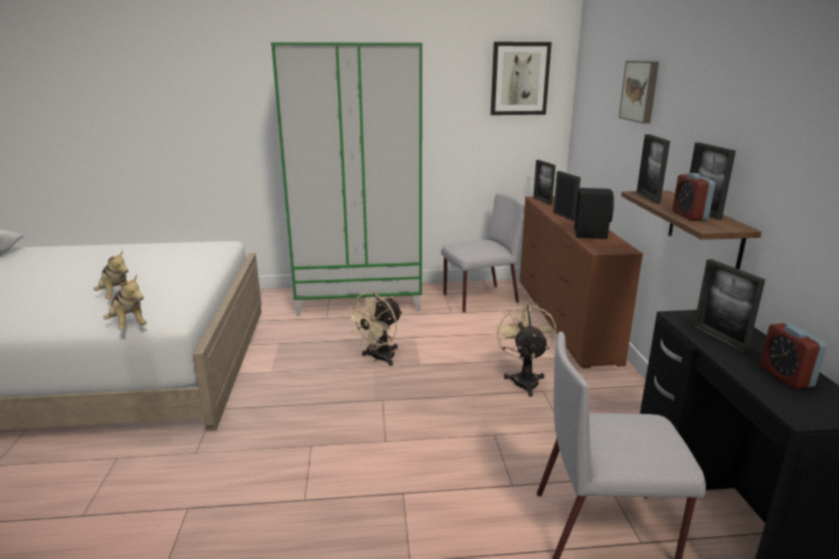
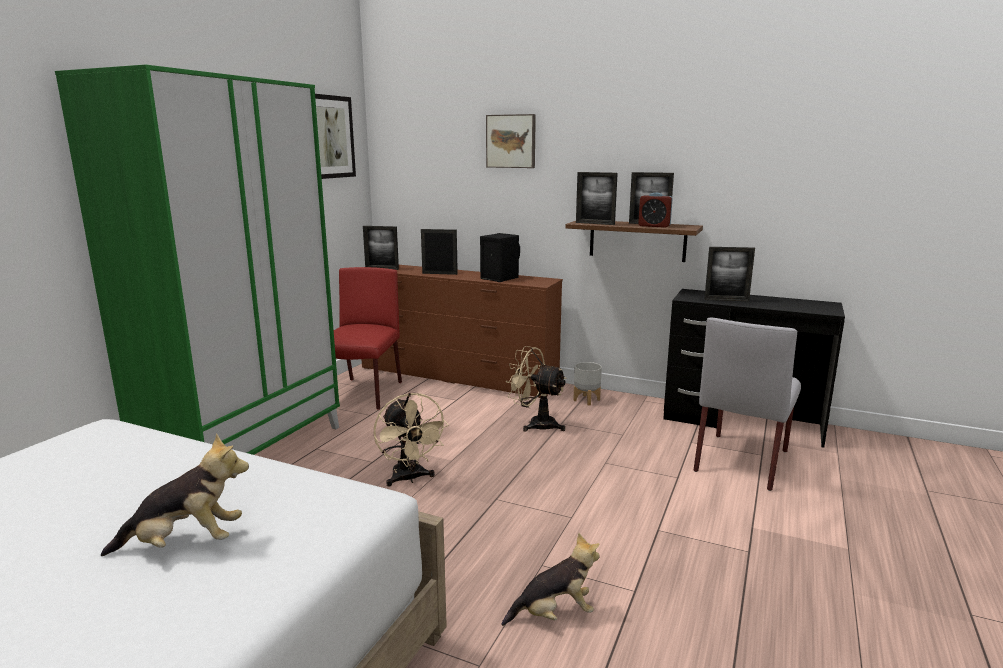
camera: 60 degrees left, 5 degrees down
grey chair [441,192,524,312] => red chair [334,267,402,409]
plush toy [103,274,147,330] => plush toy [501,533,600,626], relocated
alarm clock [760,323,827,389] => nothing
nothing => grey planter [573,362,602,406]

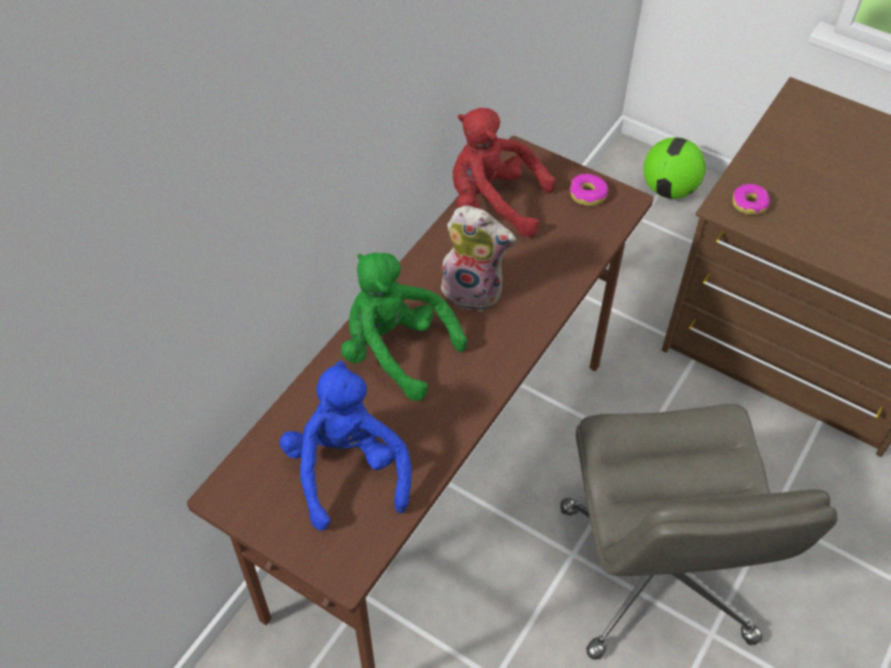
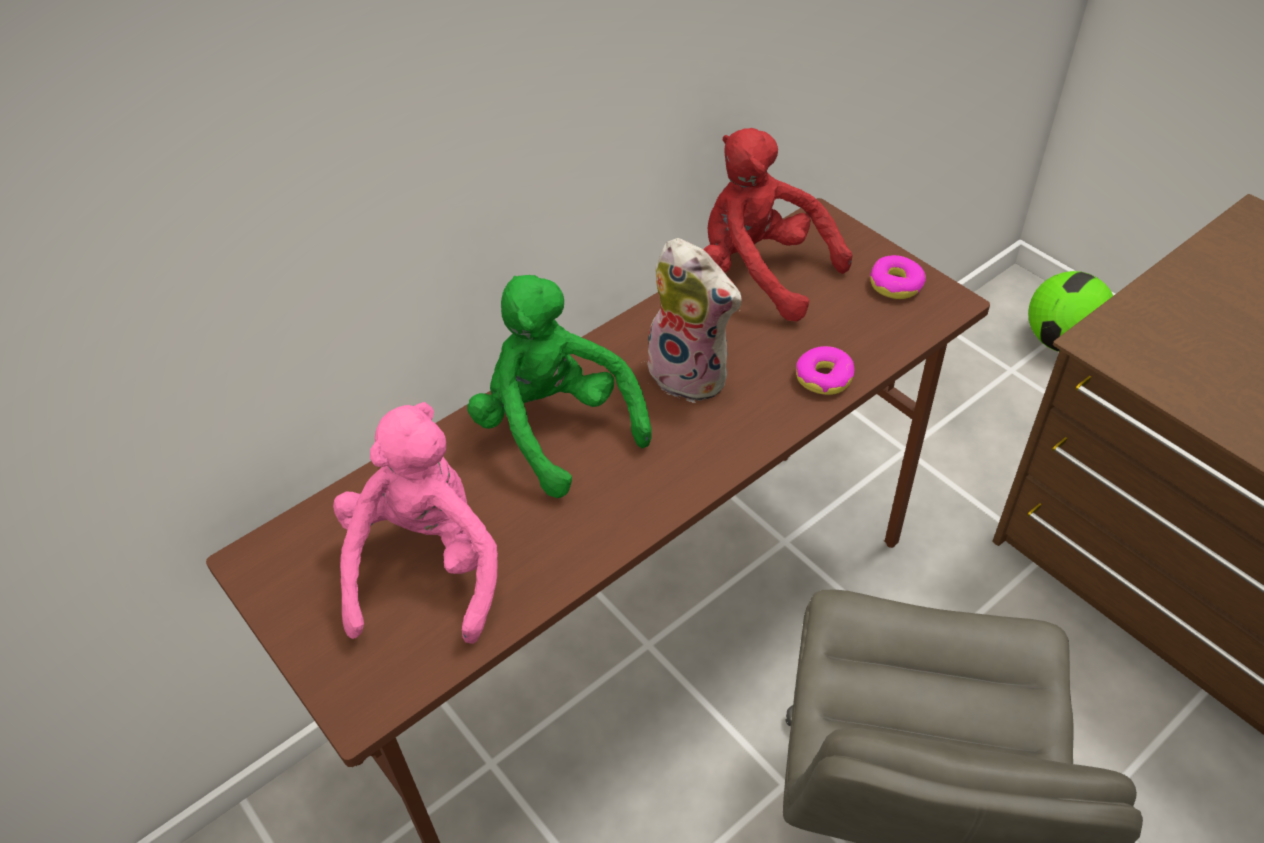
camera: 20 degrees right, 5 degrees down
donut [732,184,770,215] => donut [796,346,855,395], relocated
blue plush toy [280,360,412,531] => pink plush toy [333,402,498,644]

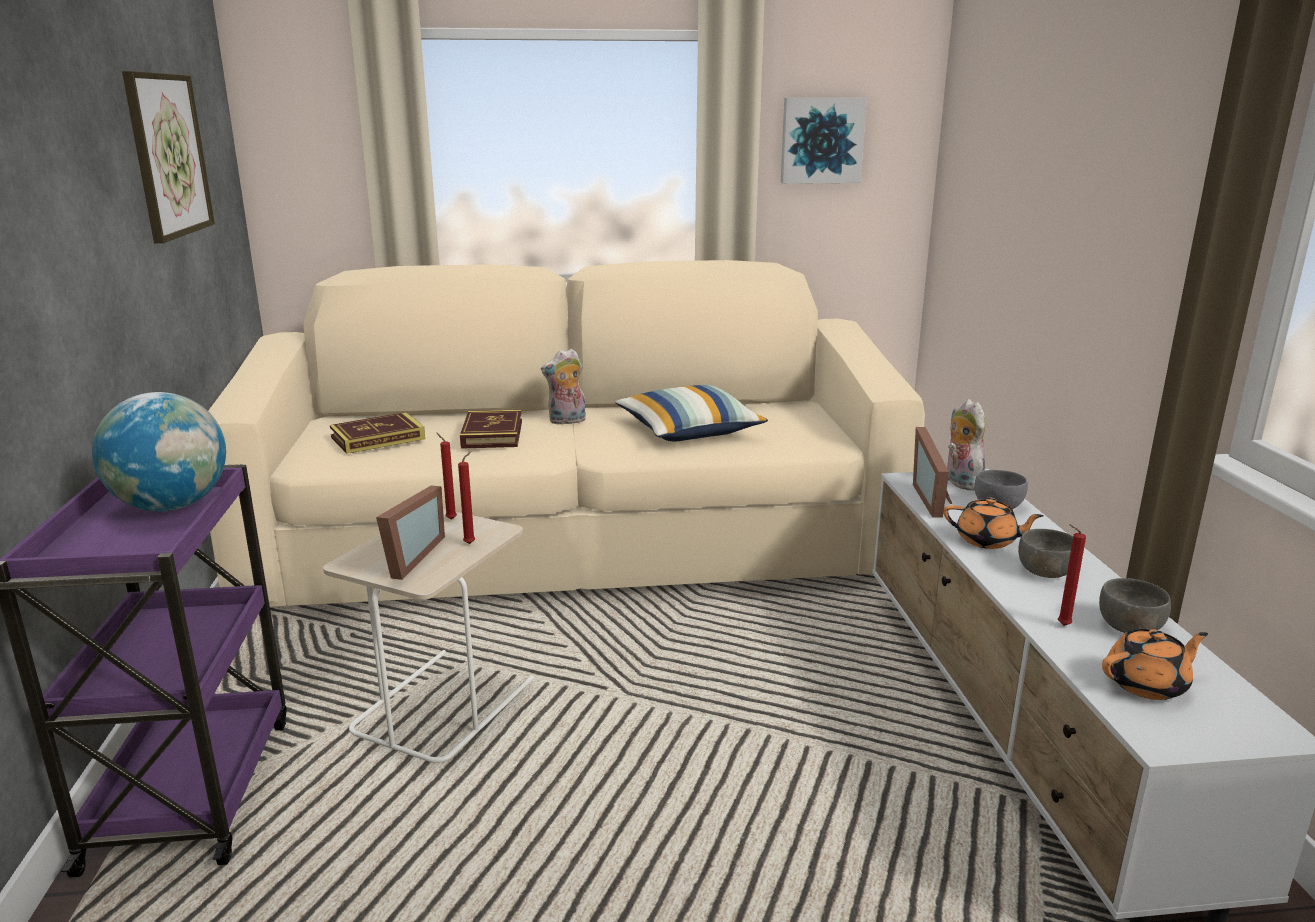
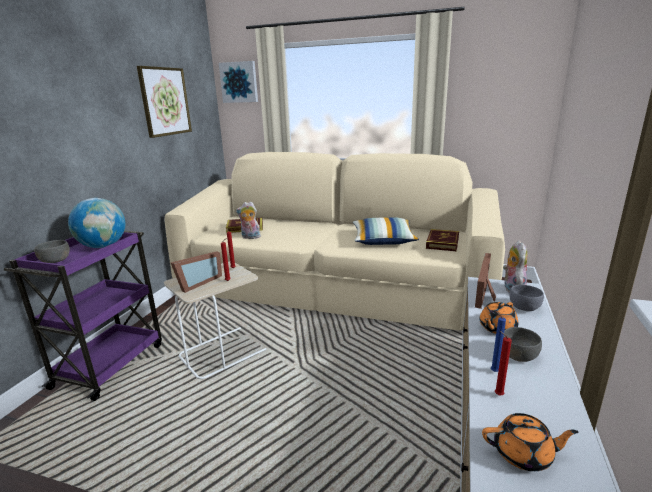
camera: 25 degrees right, 0 degrees up
picture [781,98,867,184] => picture [219,61,258,103], relocated
plush toy [541,349,586,425] => plush toy [236,202,262,239], relocated
book [460,410,522,449] => book [426,229,459,251], relocated
orange teapot [944,498,1044,549] => orange teapot [479,302,518,334], 90 degrees clockwise
grey bowl [1099,578,1171,633] => grey bowl [34,240,70,263], relocated
nothing => blue candle [491,311,506,372]

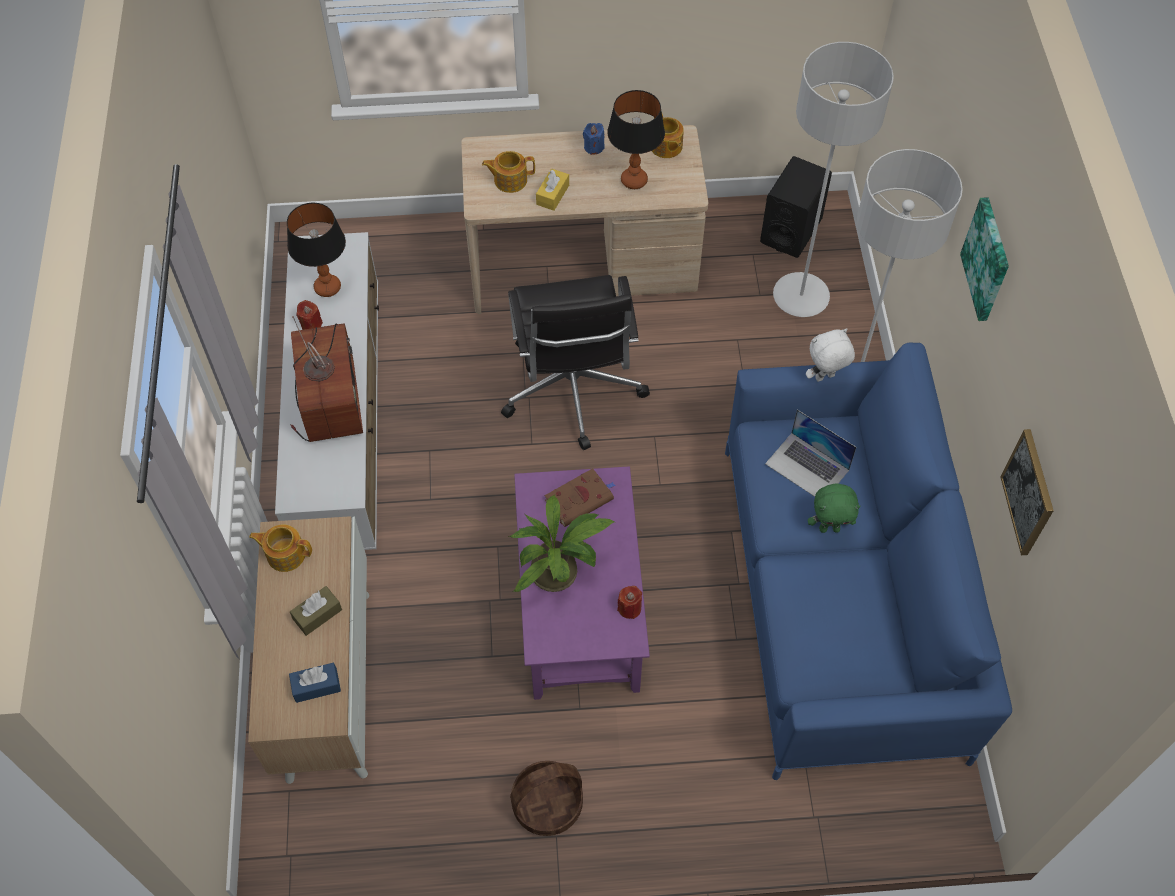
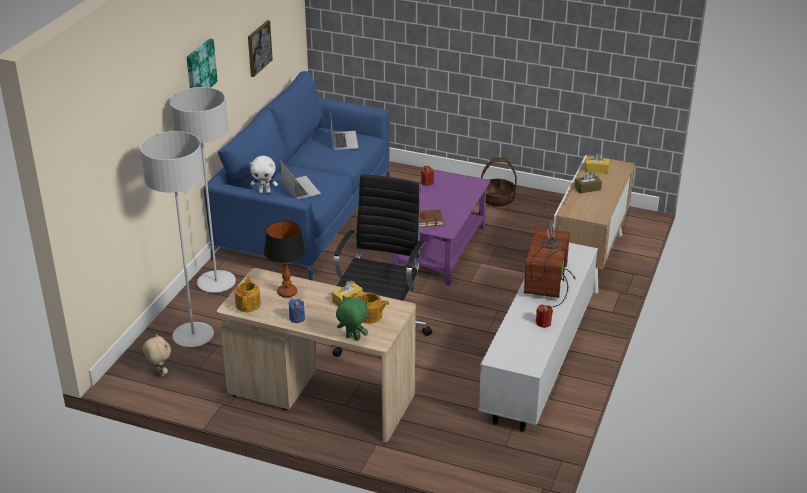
camera: 155 degrees left, 25 degrees down
black speaker [760,156,832,258] => beige plush toy [143,334,171,376]
table lamp [287,203,346,297] => nothing
green plush toy [808,483,861,533] => green plush toy [336,296,368,341], relocated
potted plant [509,495,615,592] => nothing
teapot [249,524,312,572] => nothing
blue tissue box [289,663,341,703] => yellow tissue box [585,153,609,174]
nothing => laptop [330,111,358,150]

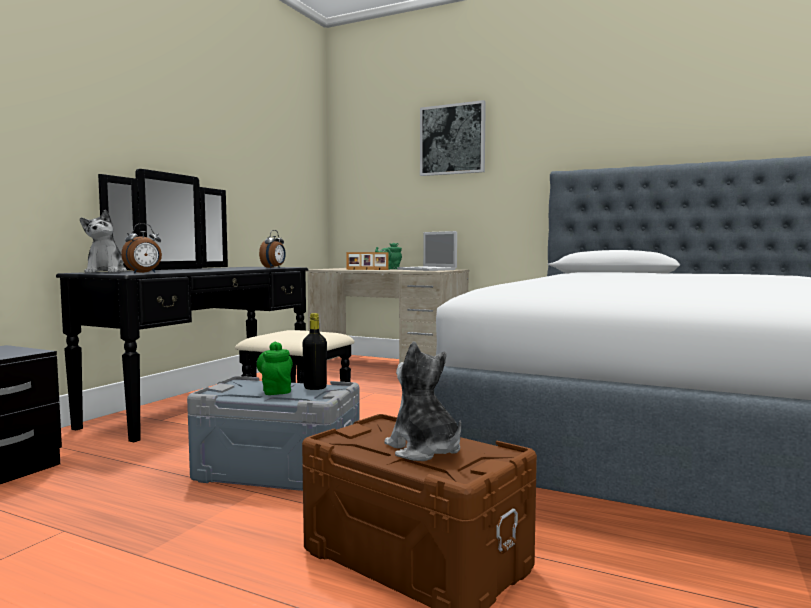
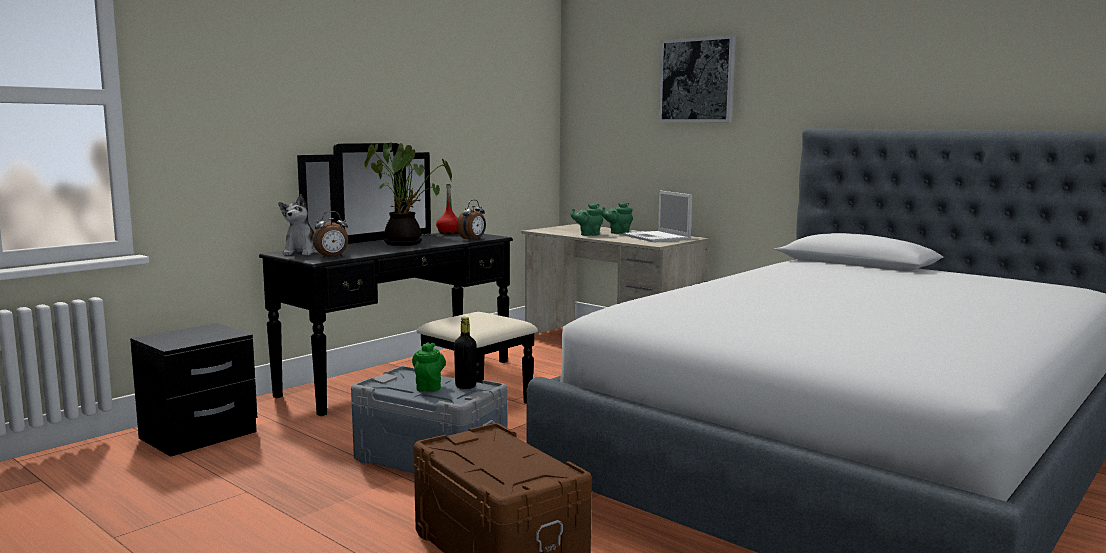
camera: 15 degrees right, 5 degrees up
picture frame [346,252,388,270] => green teapot [570,203,603,236]
plush toy [384,341,461,461] => nothing
nothing => potted plant [364,142,452,246]
nothing => red bottle [436,184,458,234]

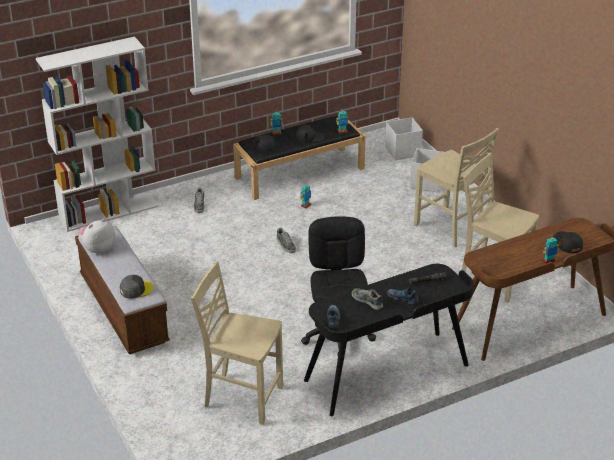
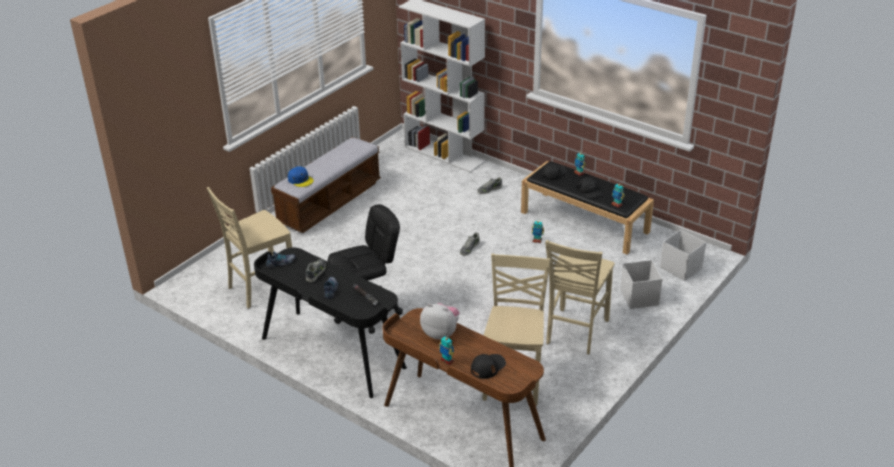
camera: 65 degrees right, 0 degrees up
plush toy [78,219,115,255] => plush toy [420,303,459,339], relocated
beige chair [191,261,283,425] => beige chair [207,187,292,308], 120 degrees counterclockwise
grey cap [120,275,153,299] => blue cap [288,166,314,187]

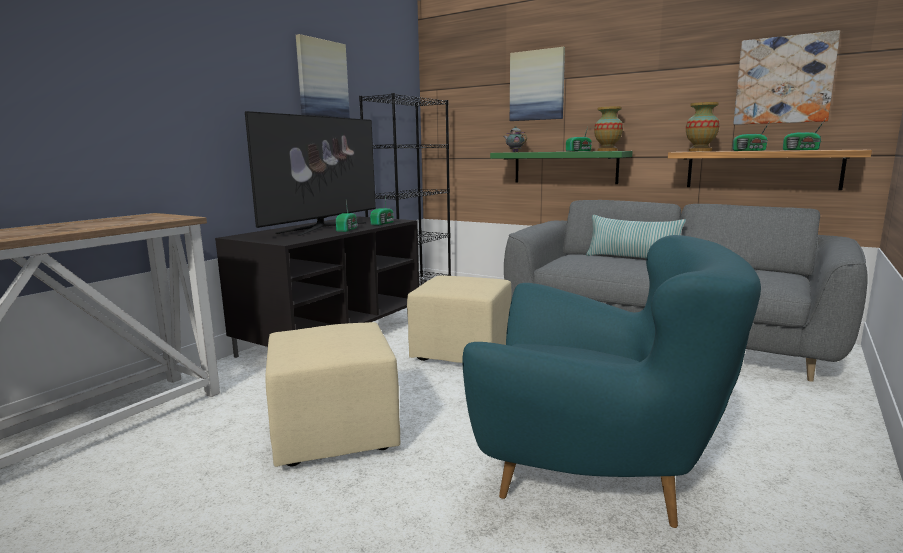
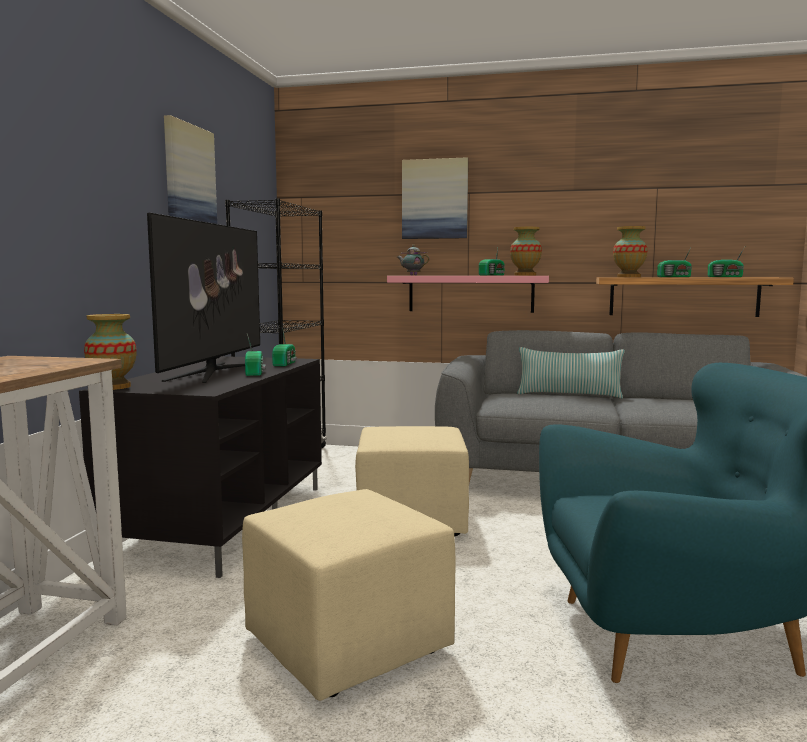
camera: 20 degrees left, 5 degrees down
picture [734,30,840,125] => nothing
green shelf [490,151,632,184] => pink shelf [387,276,549,313]
nothing => vase [84,314,136,390]

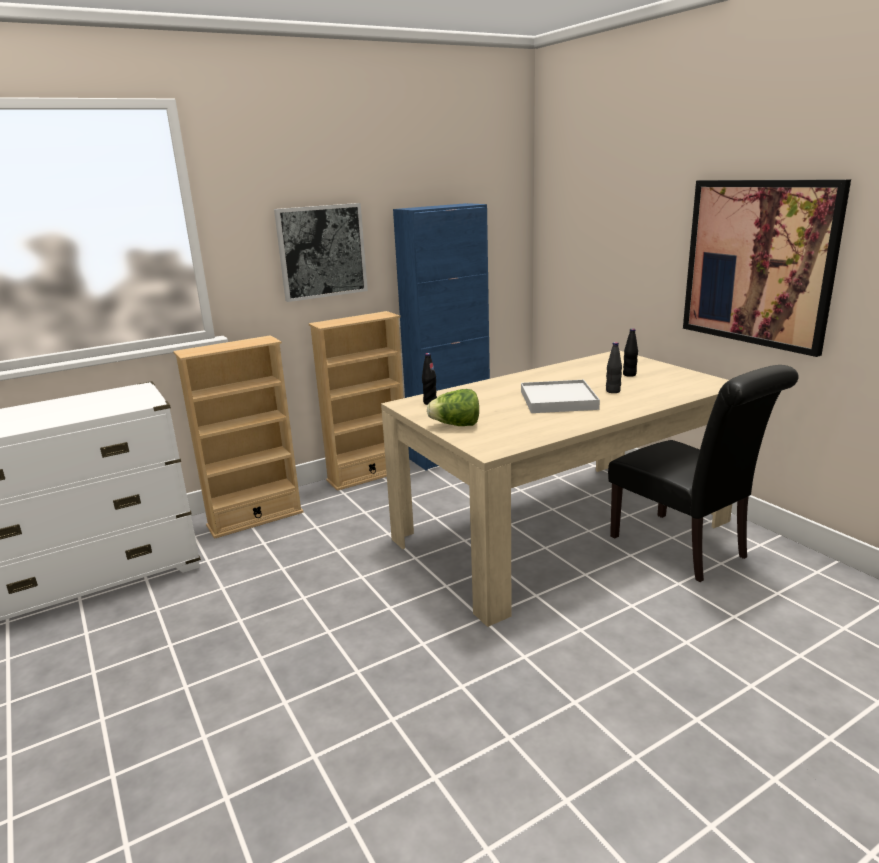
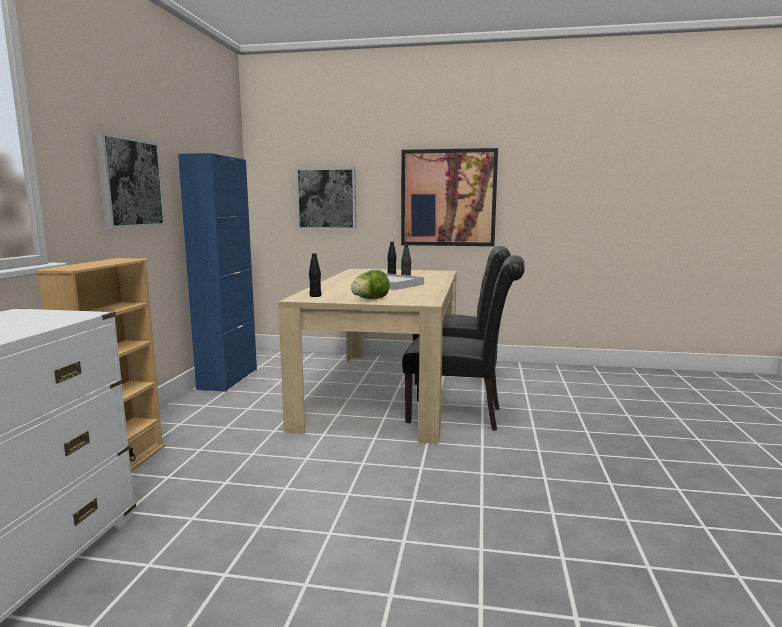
camera: 50 degrees left, 10 degrees down
beige bookcase [309,311,404,491] => nothing
nothing => picture [296,167,356,230]
nothing => black chair [402,255,524,431]

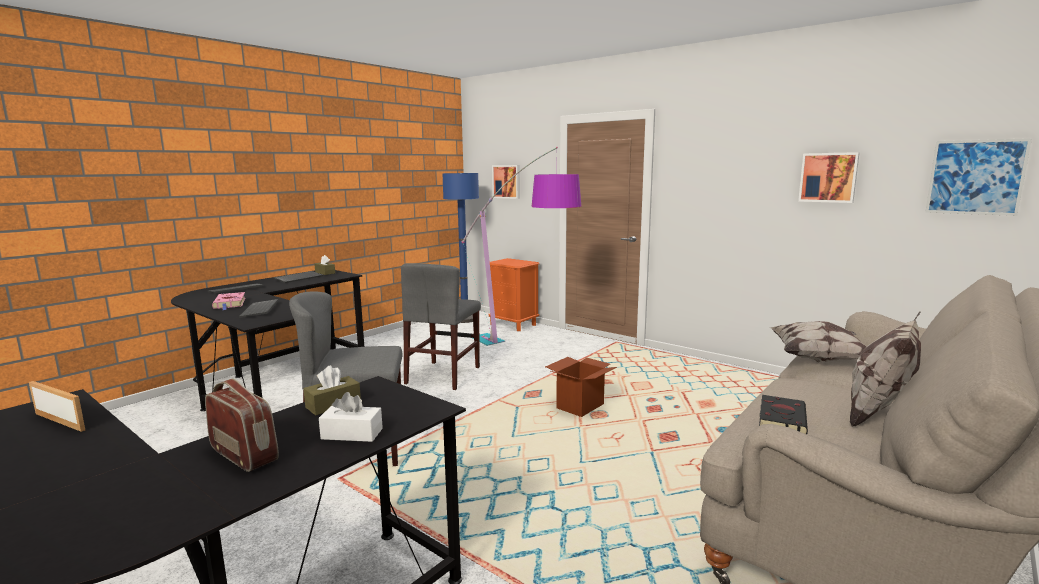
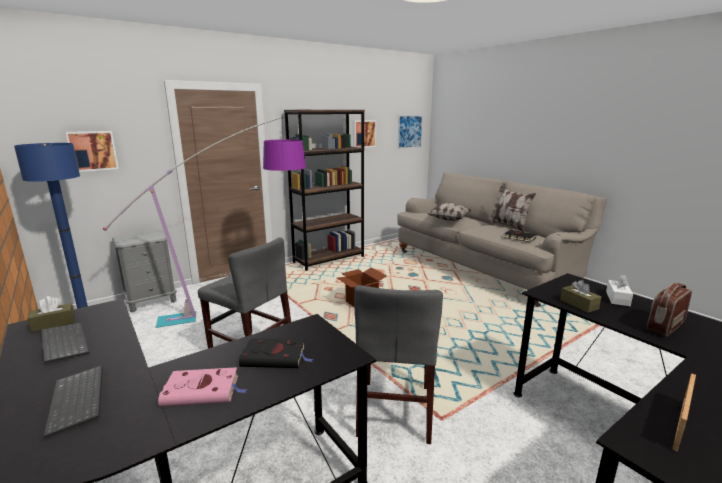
camera: 75 degrees left, 5 degrees up
orange nightstand [488,258,539,331] => grey nightstand [112,230,177,312]
keyboard [239,299,279,318] => black book [239,338,313,368]
nothing => brown bookcase [284,110,365,271]

